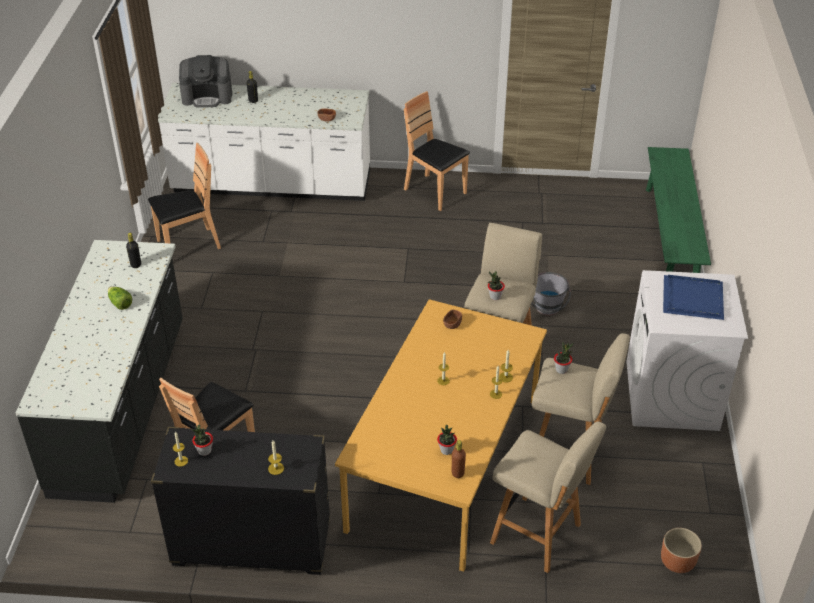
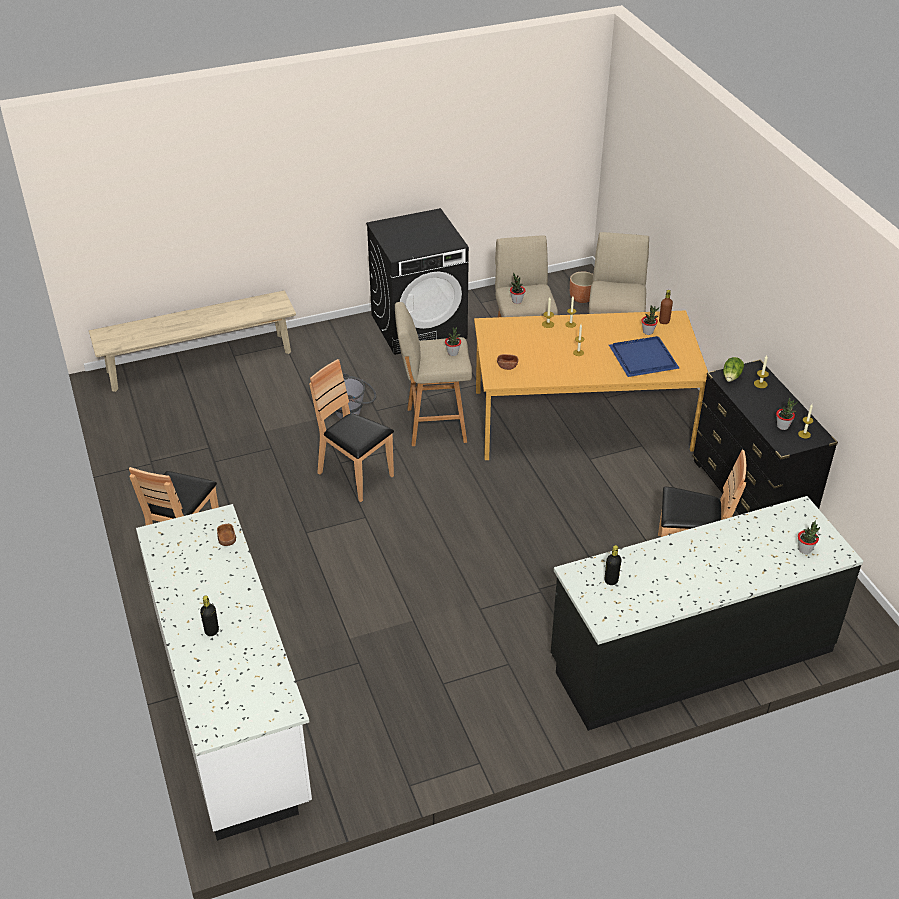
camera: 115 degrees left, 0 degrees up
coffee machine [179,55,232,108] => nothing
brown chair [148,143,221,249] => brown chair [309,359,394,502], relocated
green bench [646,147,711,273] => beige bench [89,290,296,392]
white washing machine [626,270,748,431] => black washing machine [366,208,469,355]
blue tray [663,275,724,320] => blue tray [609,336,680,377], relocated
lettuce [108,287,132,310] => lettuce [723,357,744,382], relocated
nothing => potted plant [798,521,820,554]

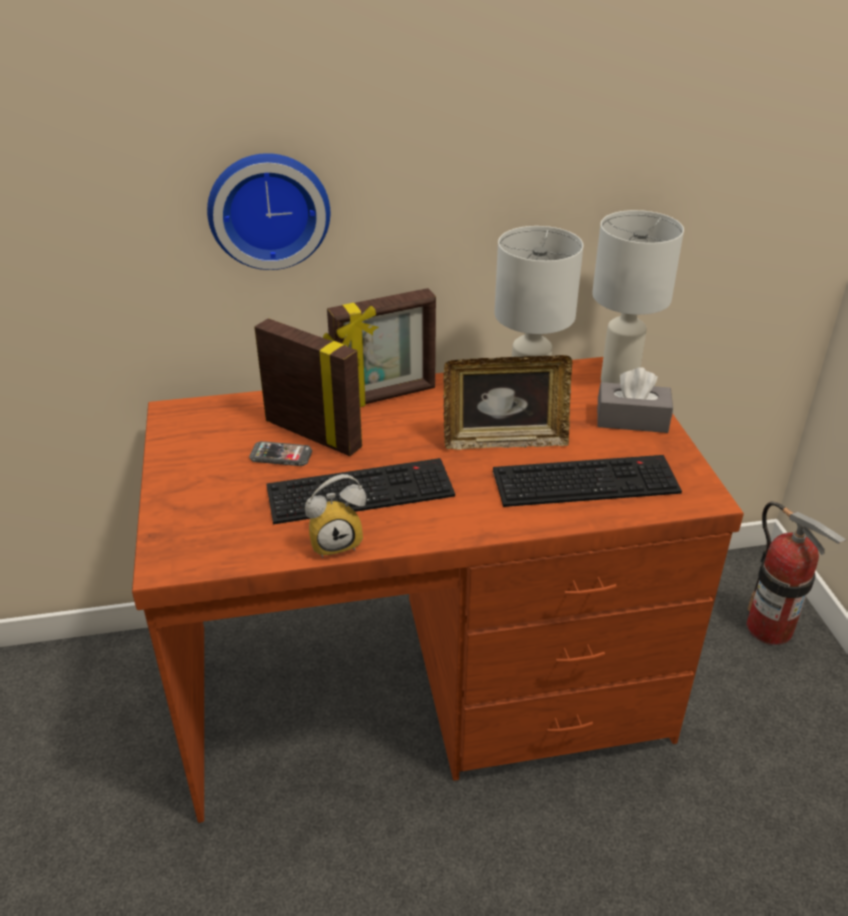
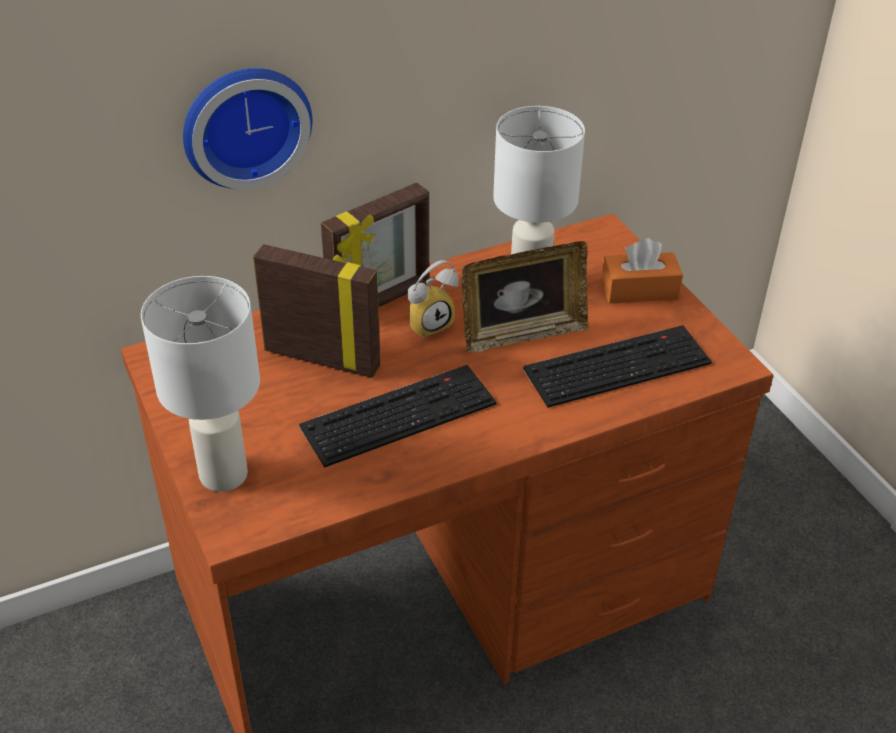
camera: 15 degrees left, 5 degrees up
white table lamp [592,210,684,384] => white table lamp [141,276,260,492], relocated
grey tissue box [597,367,673,433] => orange tissue box [601,238,683,304]
phone [249,441,312,466] => nothing
alarm clock [305,474,366,558] => alarm clock [407,260,459,339], relocated
fire extinguisher [746,501,846,645] => nothing

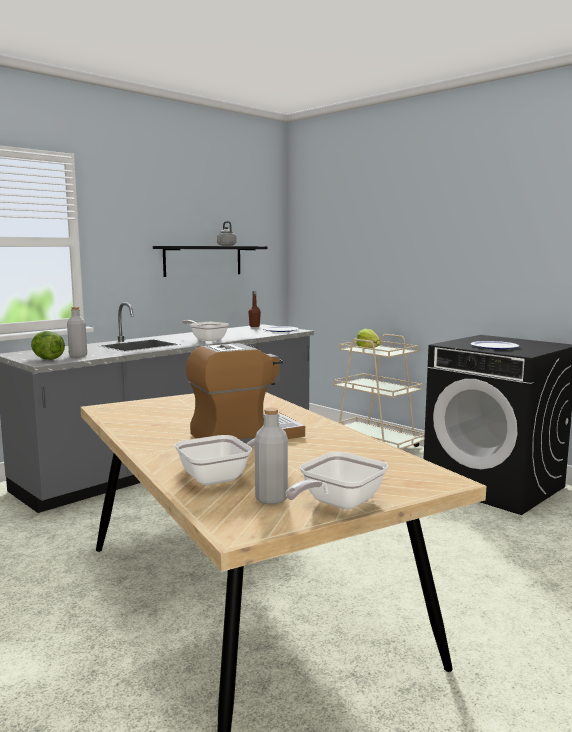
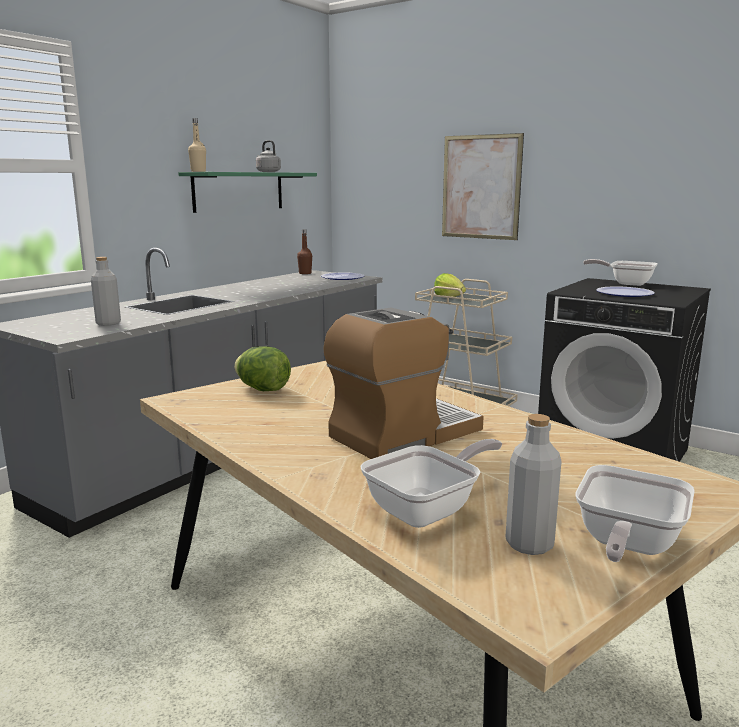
camera: 10 degrees left, 5 degrees up
black shelf [153,246,267,277] => green shelf [178,172,317,213]
frying pan [183,320,229,341] => frying pan [583,259,658,286], relocated
lettuce [31,331,65,360] => lettuce [234,346,291,391], relocated
nothing => beige bottle [188,118,206,172]
nothing => picture [442,133,524,240]

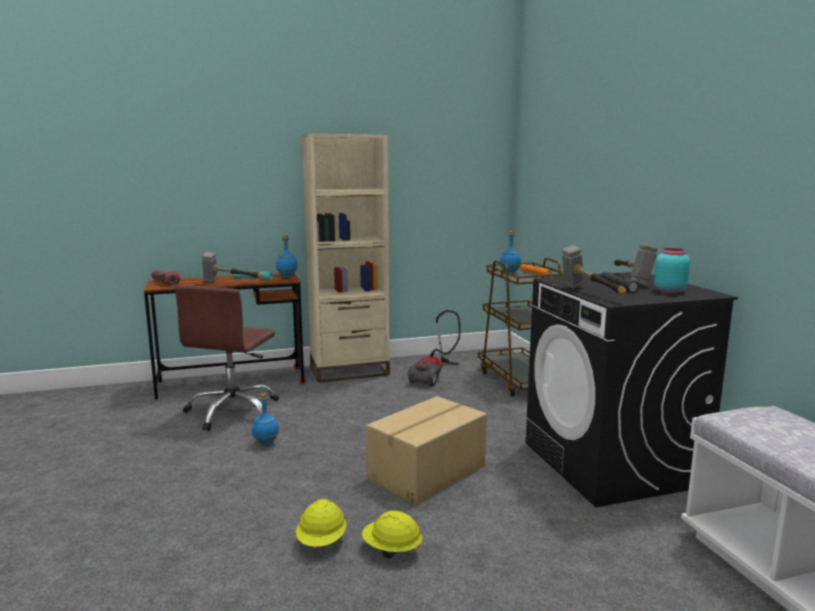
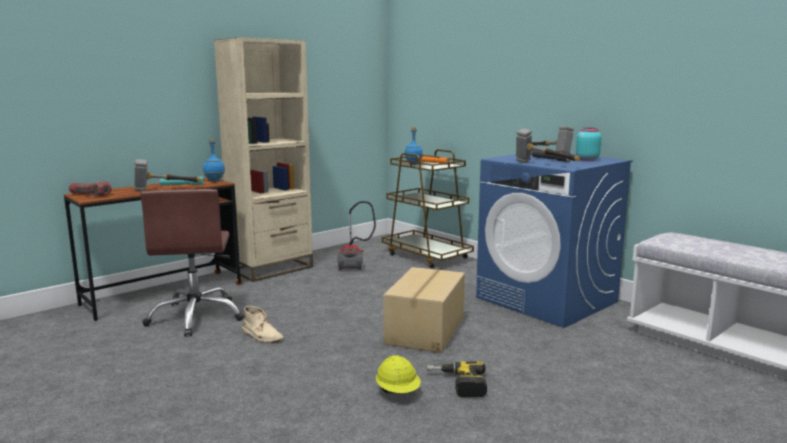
camera: 25 degrees left, 0 degrees up
black washing machine [526,272,738,507] => blue washing machine [476,152,633,328]
blue bottle [252,393,279,446] => beige boot [242,306,284,343]
yellow hard hat [362,510,422,558] => power drill [427,361,487,398]

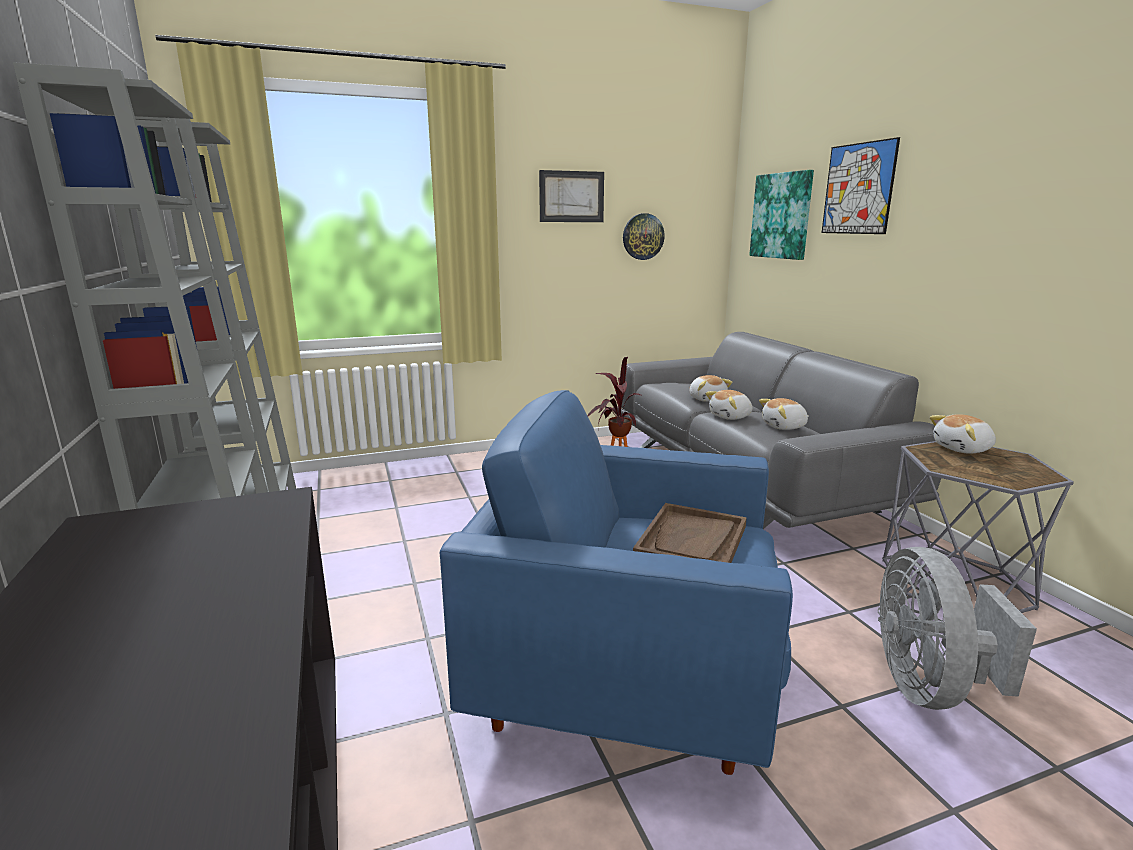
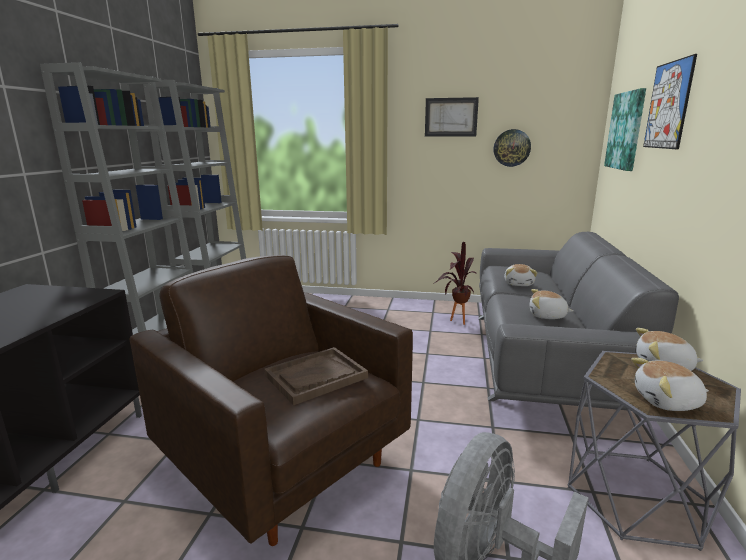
camera: 30 degrees right, 0 degrees up
blue armchair [440,390,793,775] => brown armchair [130,255,413,546]
plush toy [705,390,752,420] => plush toy [631,358,709,411], relocated

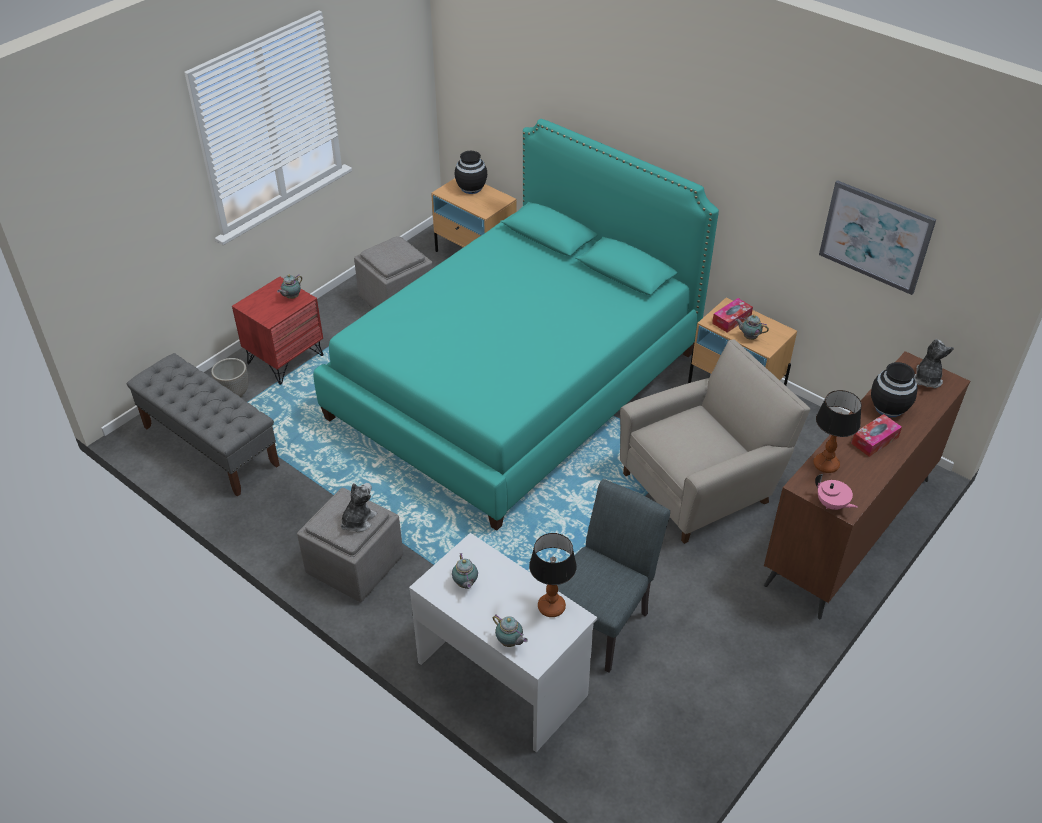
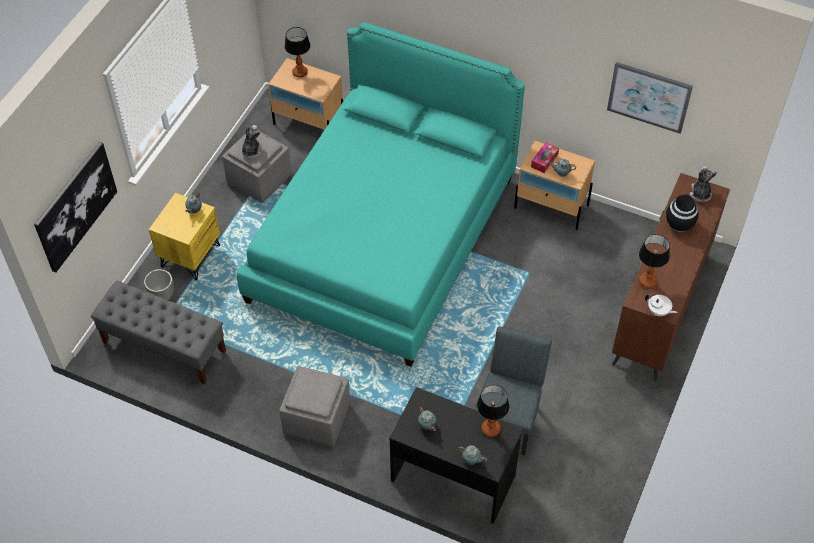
camera: 15 degrees left, 10 degrees up
black vase [455,151,487,194] => table lamp [284,27,310,78]
red nightstand [232,277,324,385] => yellow nightstand [149,193,220,280]
beige armchair [620,339,810,544] => nothing
tissue box [851,414,902,457] => nothing
pink teapot [815,474,858,510] => white teapot [645,294,678,316]
plush toy [341,483,377,532] => plush toy [241,125,262,158], relocated
white desk [409,533,597,752] => black desk [389,387,523,524]
nothing => picture [34,142,117,272]

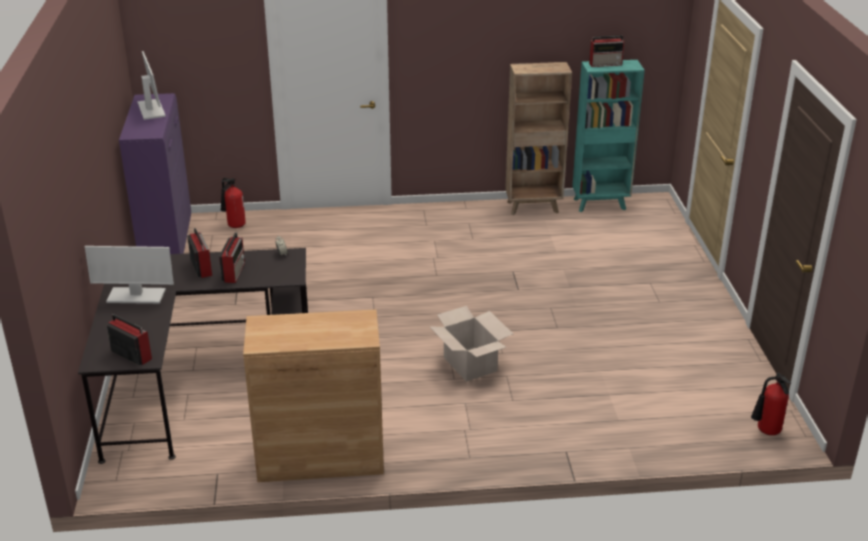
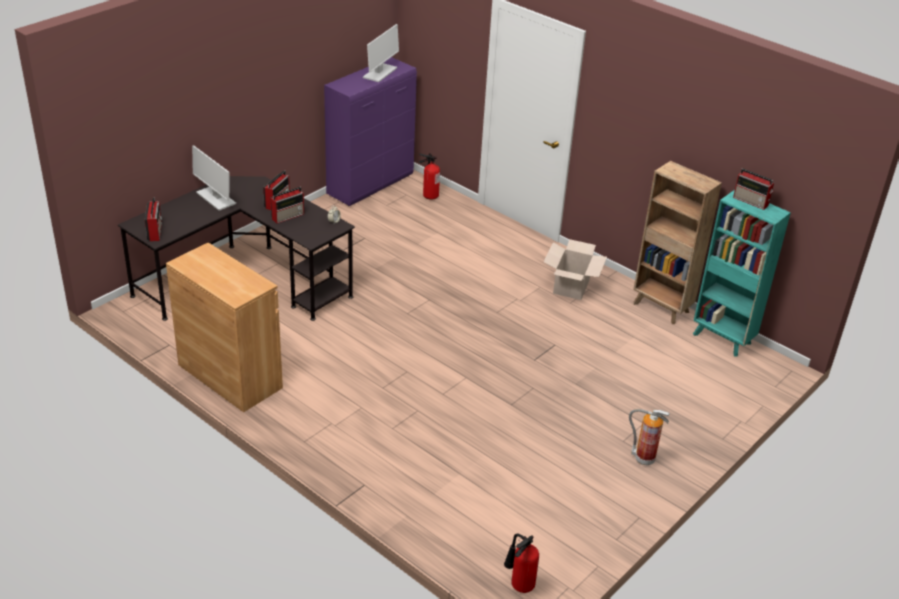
camera: 45 degrees right, 5 degrees up
cardboard box [429,306,513,382] => cardboard box [544,239,607,300], relocated
nothing => fire extinguisher [629,409,670,465]

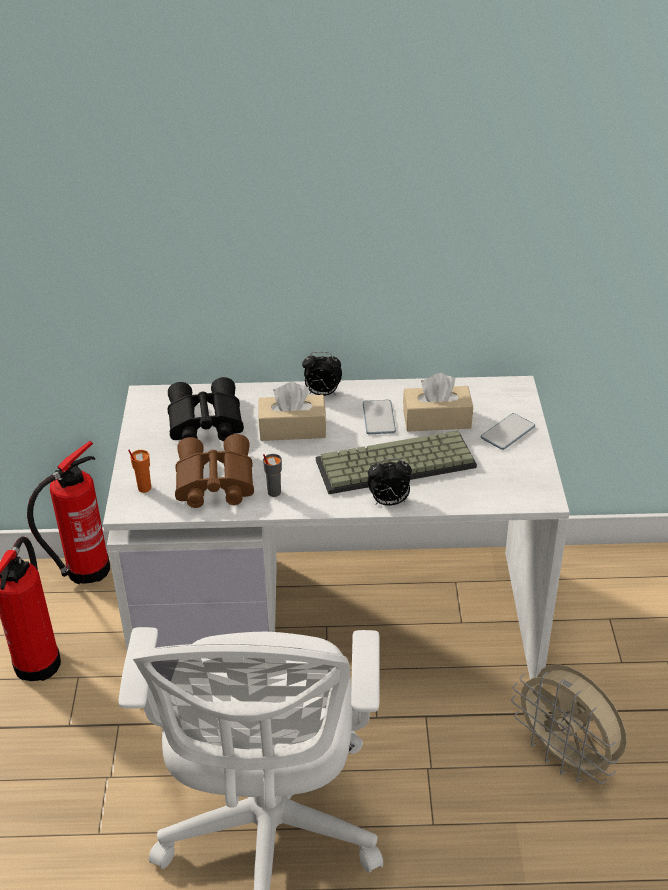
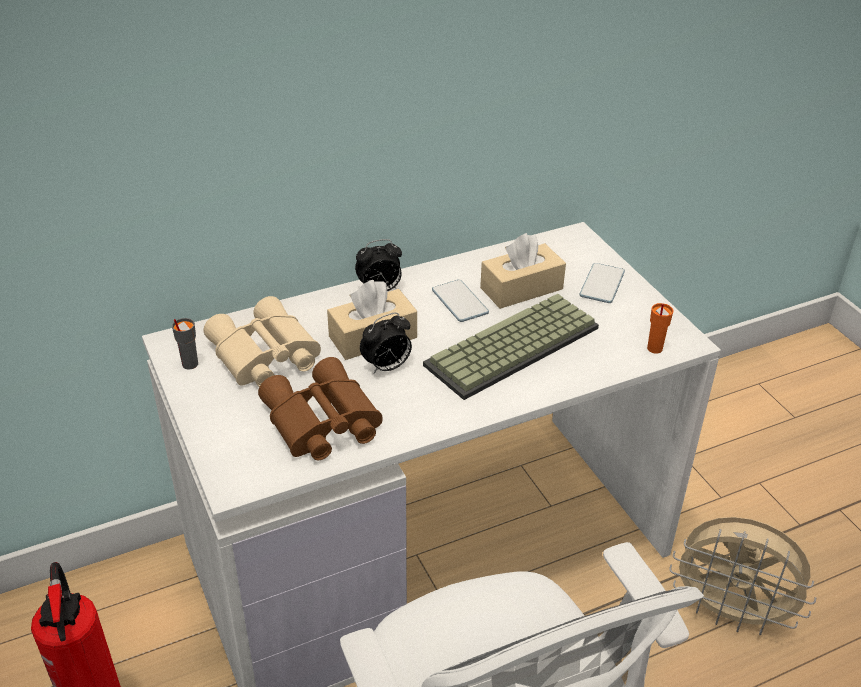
camera: 25 degrees left, 0 degrees up
black binoculars [168,377,244,441] => beige binoculars [204,296,321,387]
fire extinguisher [27,441,110,584] => nothing
orange cup [128,450,151,493] => orange cup [647,303,674,354], relocated
grey cup [263,454,282,497] => grey cup [172,318,198,370], relocated
alarm clock [367,458,412,506] => alarm clock [360,312,412,374], relocated

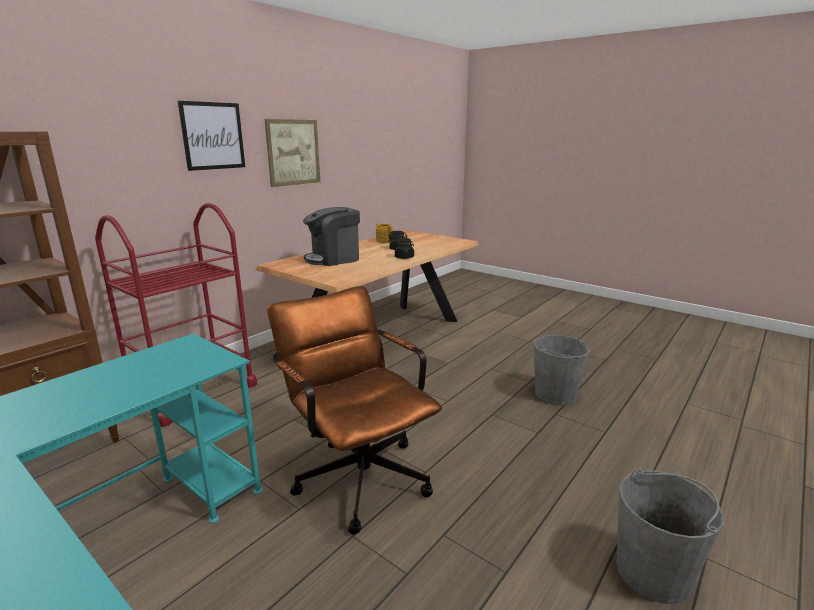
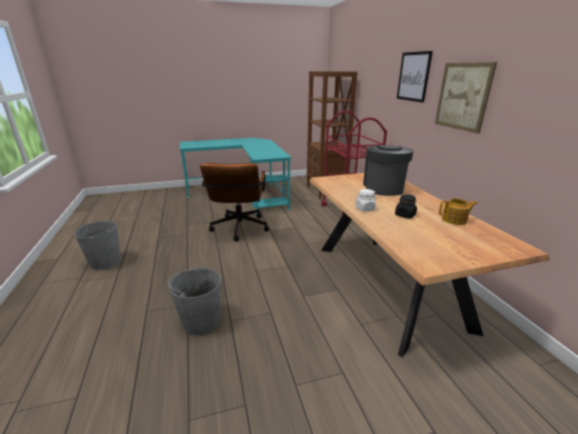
camera: 125 degrees right, 5 degrees up
black jar [395,238,414,259] => white jar [355,189,376,212]
brown office chair [267,286,442,535] => brown office chair [200,163,270,241], 90 degrees clockwise

